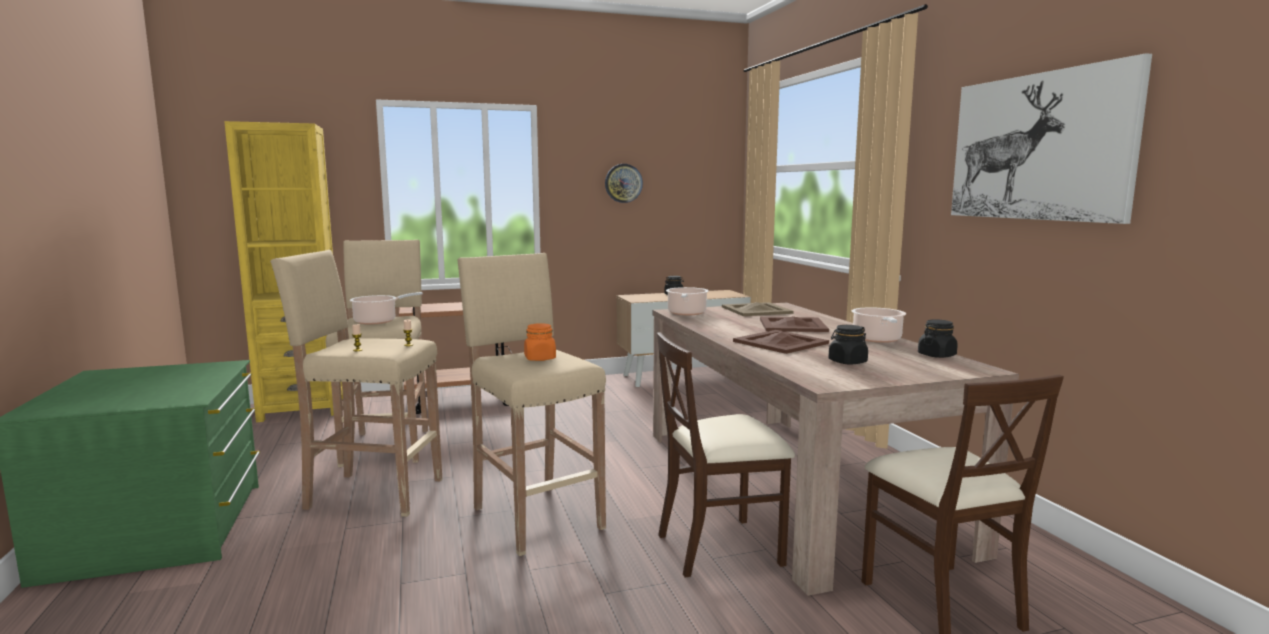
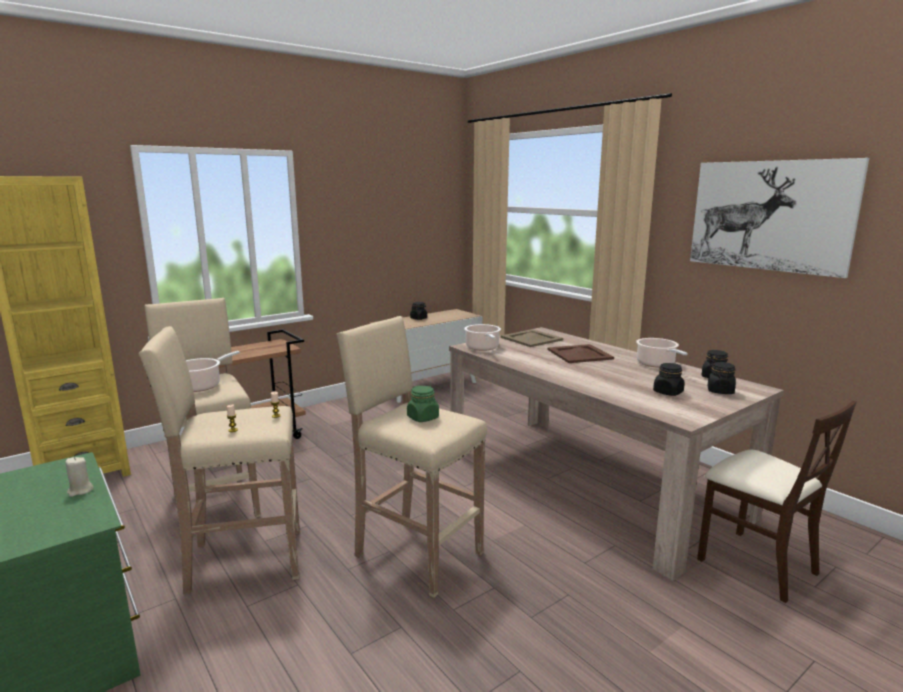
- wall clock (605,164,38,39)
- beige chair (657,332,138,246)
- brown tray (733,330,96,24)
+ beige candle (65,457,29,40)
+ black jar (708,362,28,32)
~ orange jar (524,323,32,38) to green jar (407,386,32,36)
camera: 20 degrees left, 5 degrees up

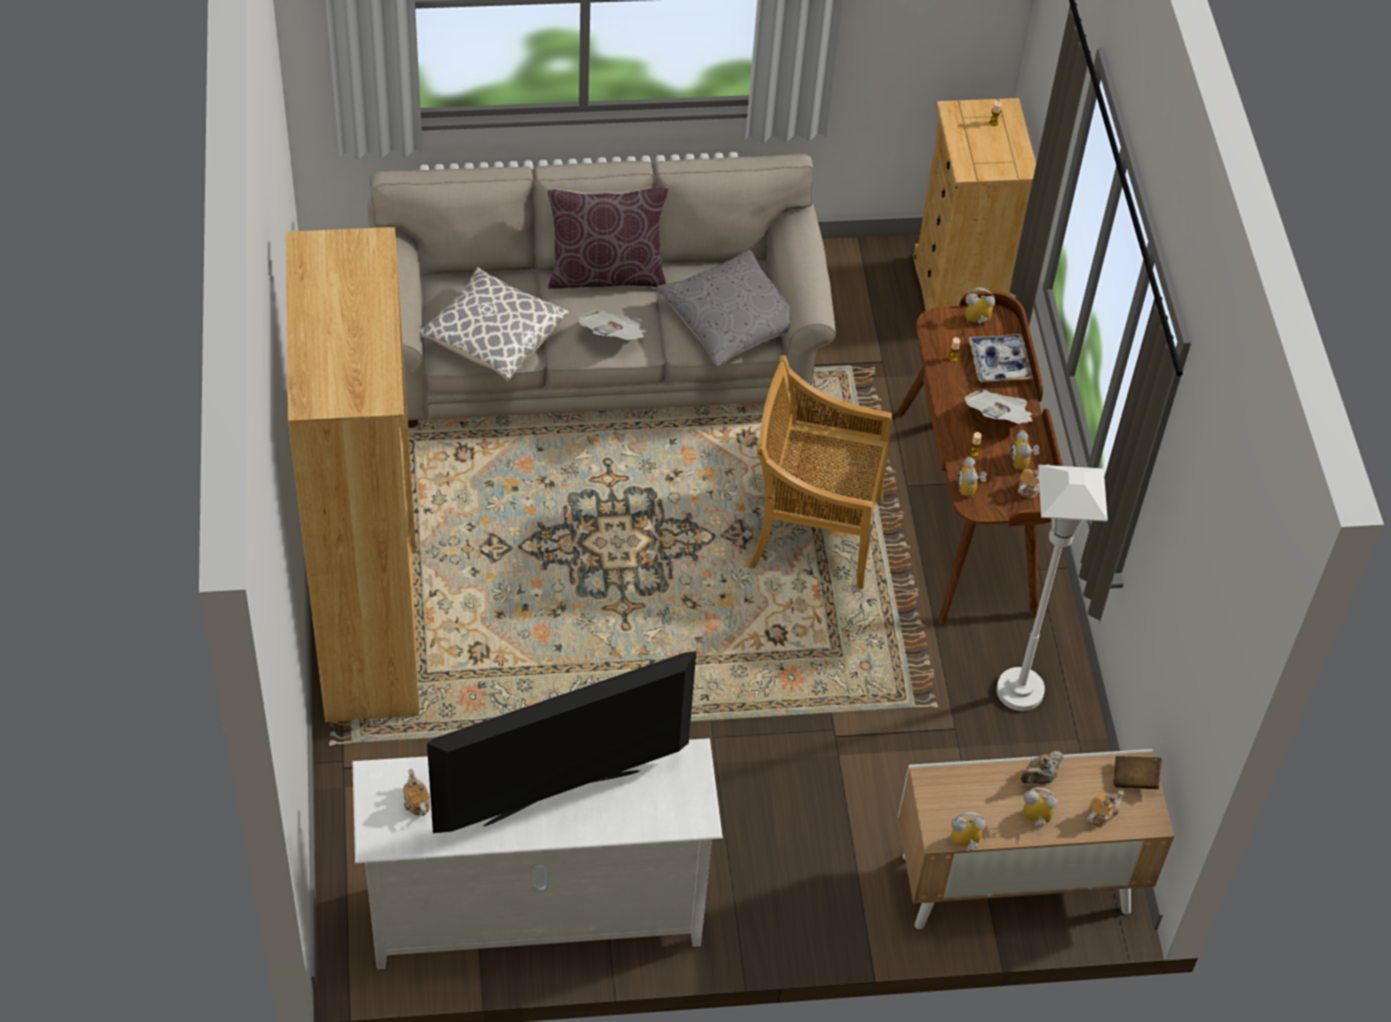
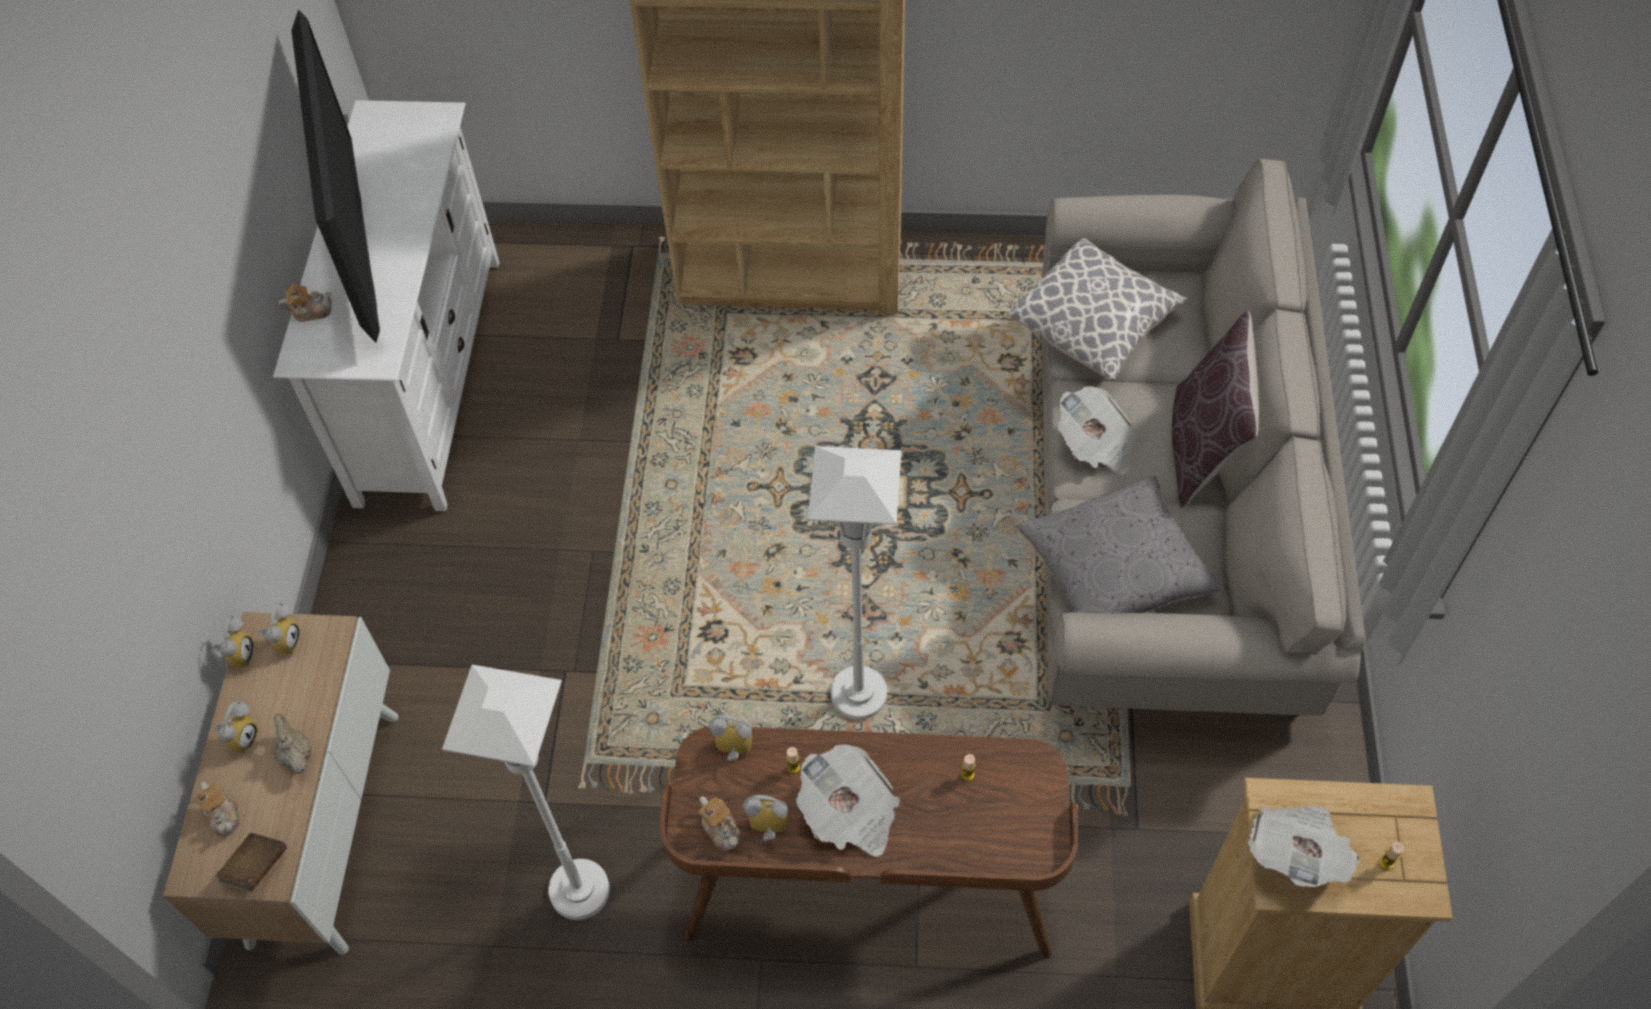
- tray (968,334,65,48)
+ newspaper (1248,806,112,81)
~ teapot (403,769,27,47) to (278,283,54,39)
~ alarm clock (965,288,30,36) to (258,602,42,53)
~ beige chair (748,355,144,234) to white floor lamp (808,446,93,274)
camera: 105 degrees right, 5 degrees up

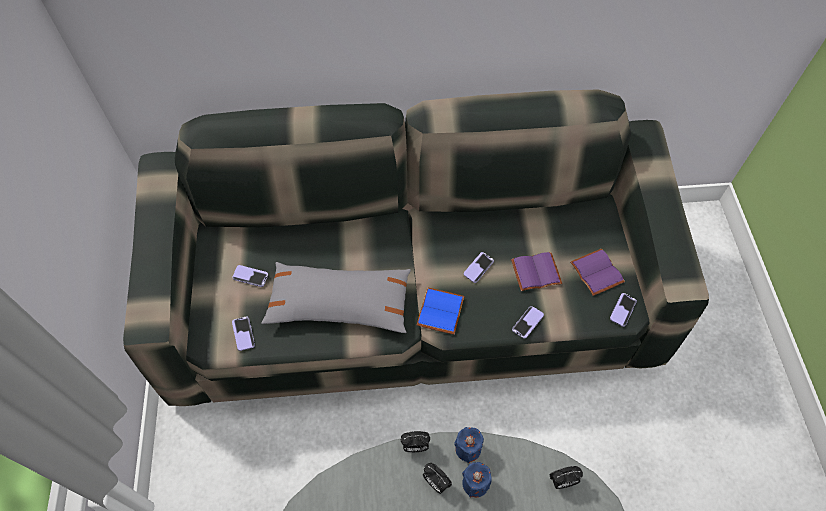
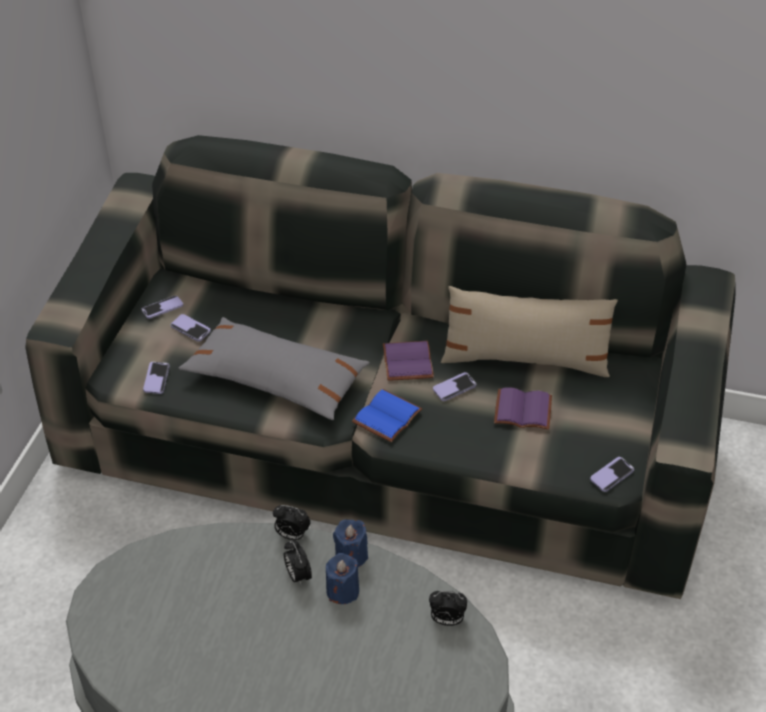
+ beige pillow (441,286,177,91)
~ phone (512,306,32,33) to (141,296,42,23)
~ purple book (570,249,55,47) to (383,341,51,40)
camera: 20 degrees right, 15 degrees down

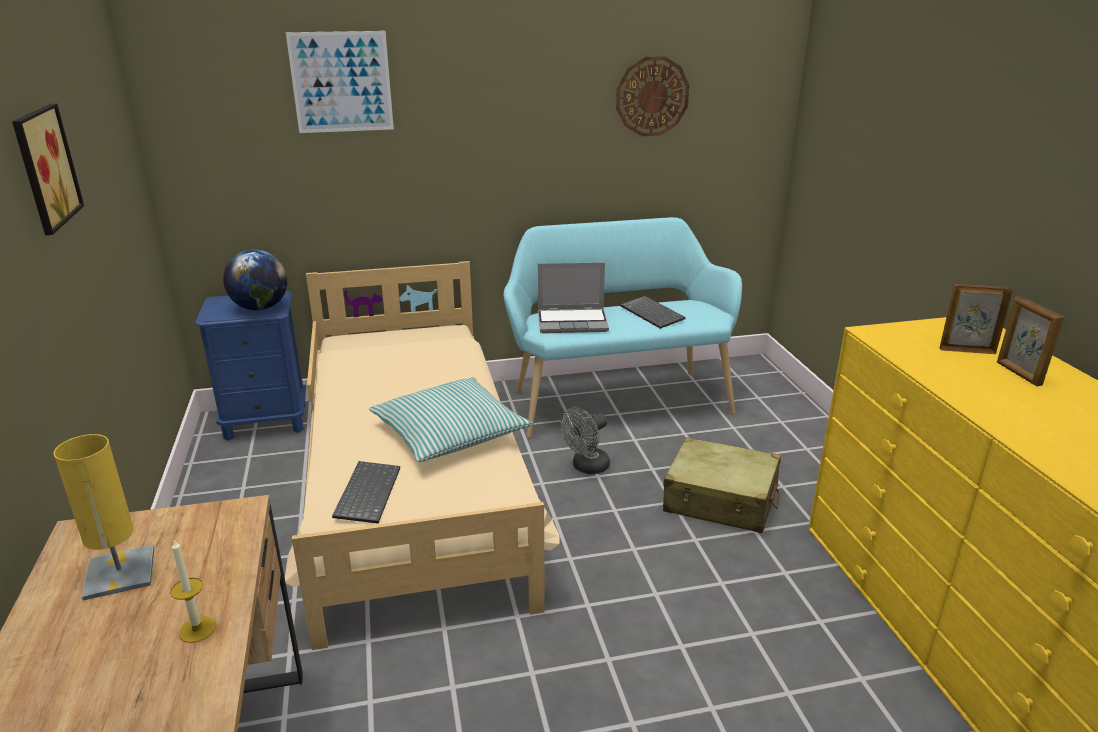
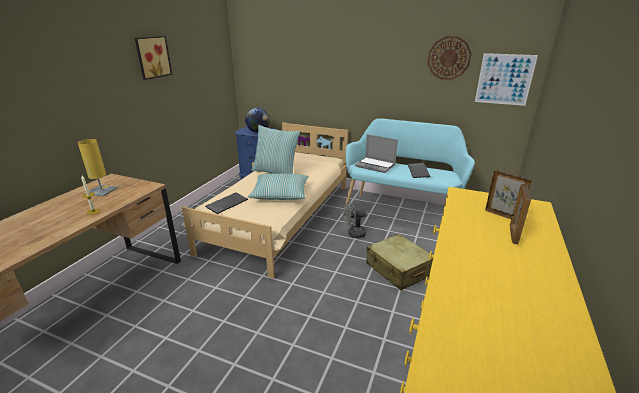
+ pillow (252,125,48,49)
~ picture (286,31,108,102) to (475,53,63,53)
camera: 35 degrees right, 0 degrees up

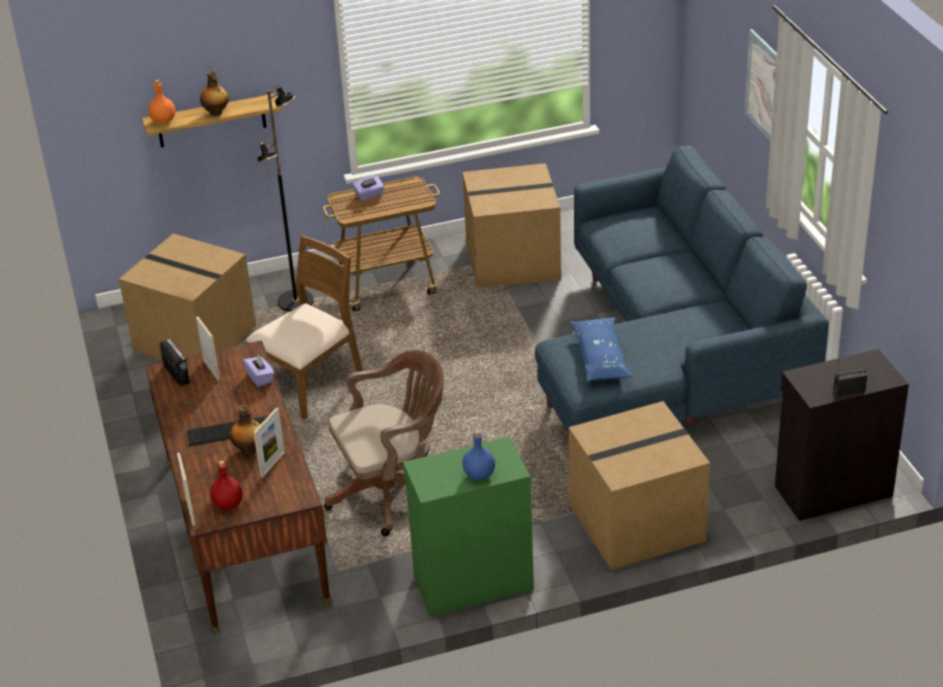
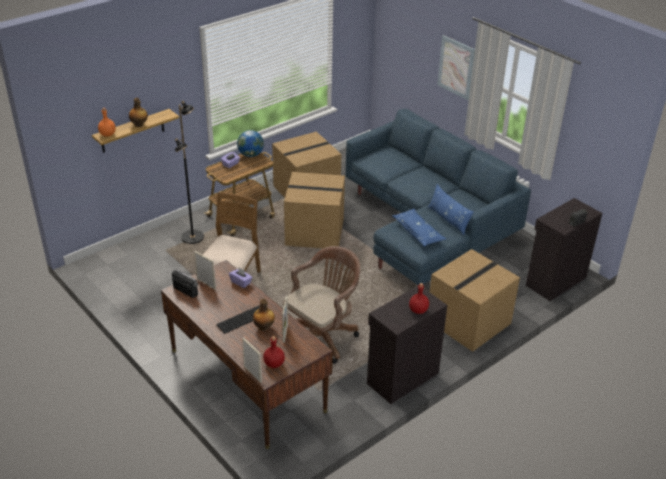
+ globe (237,130,27,27)
+ blue pillow (428,184,46,51)
~ cardboard box (119,234,137,127) to (284,172,61,76)
~ green cabinet (403,437,131,180) to black cabinet (367,286,80,118)
~ blue bottle (462,430,33,50) to red bottle (409,283,20,31)
camera: 25 degrees left, 0 degrees up

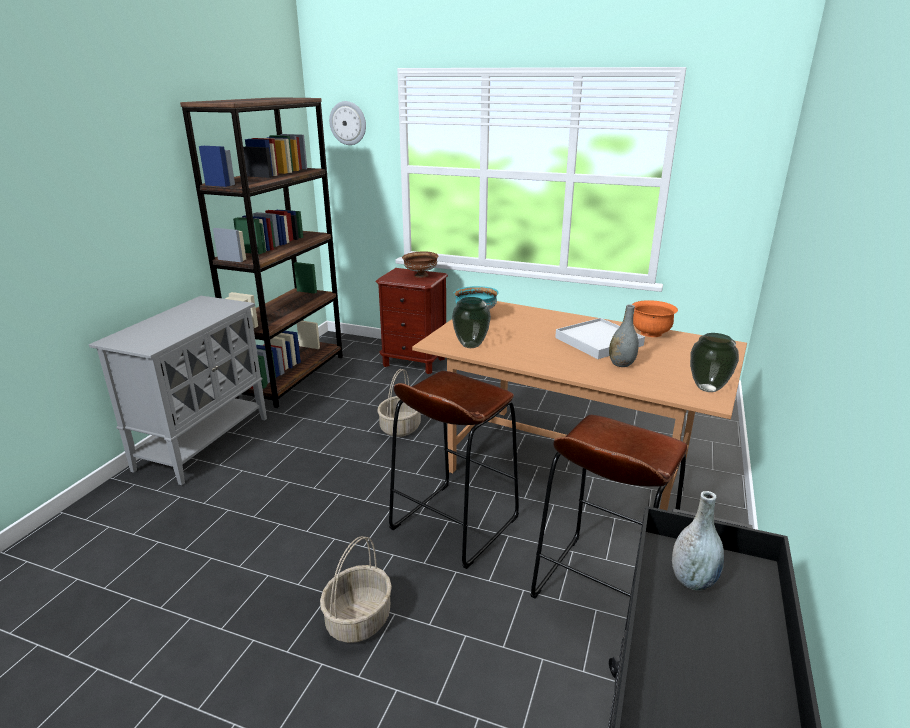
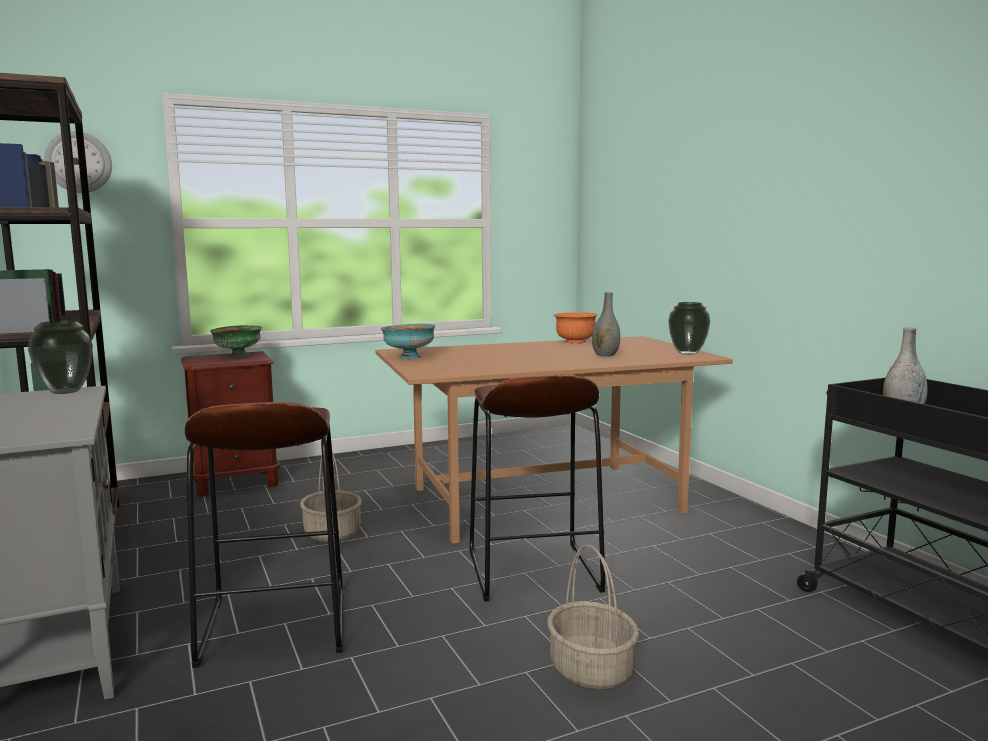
- white tray (555,318,90,41)
~ vase (452,297,39,51) to (28,320,65,74)
~ brown stool (530,415,158,184) to (185,402,158,266)
~ brown bowl (402,252,36,26) to green bowl (210,325,52,32)
camera: 45 degrees left, 15 degrees down

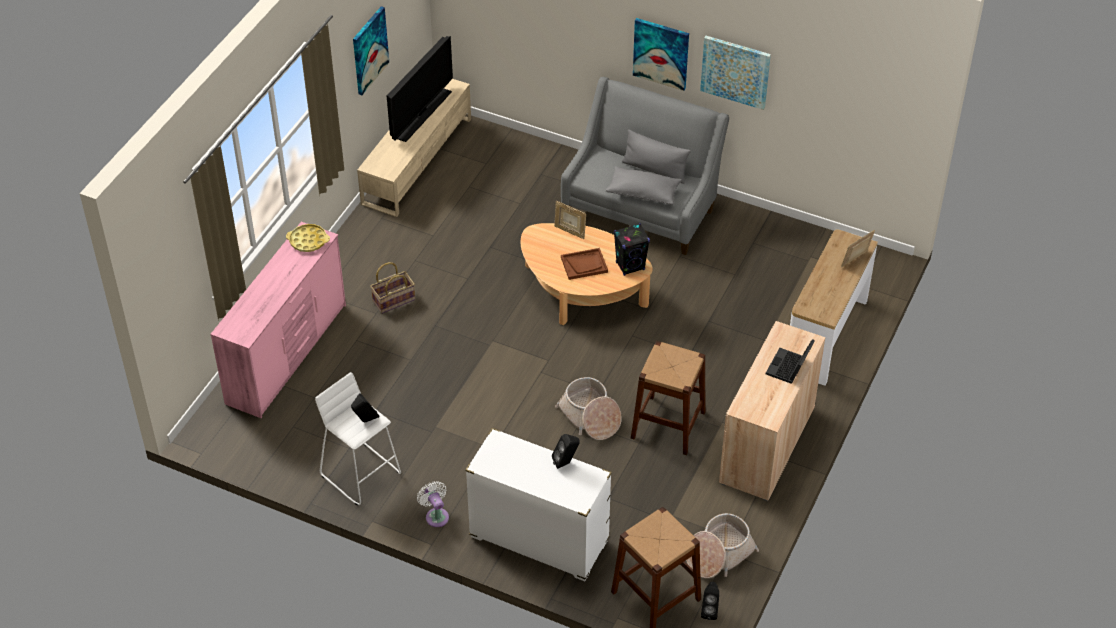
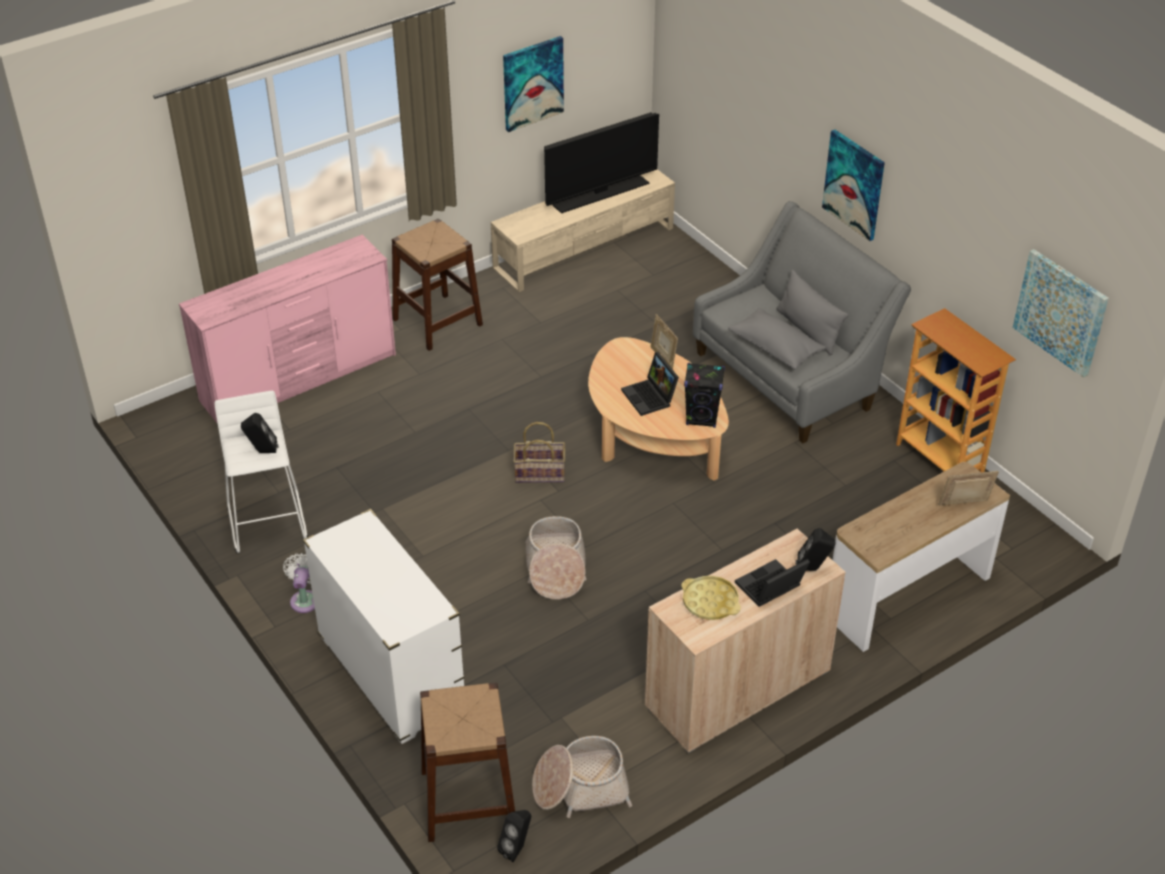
+ bookcase (896,308,120,165)
~ yellow tray (286,224,44,28) to (681,576,60,44)
~ basket (370,262,45,52) to (513,422,52,61)
~ black speaker (552,434,28,35) to (795,528,40,43)
~ brown stool (631,341,75,114) to (392,219,91,132)
~ picture (700,36,71,74) to (1013,249,96,129)
~ brown tray (561,248,47,32) to laptop (621,352,58,64)
camera: 30 degrees right, 5 degrees down

